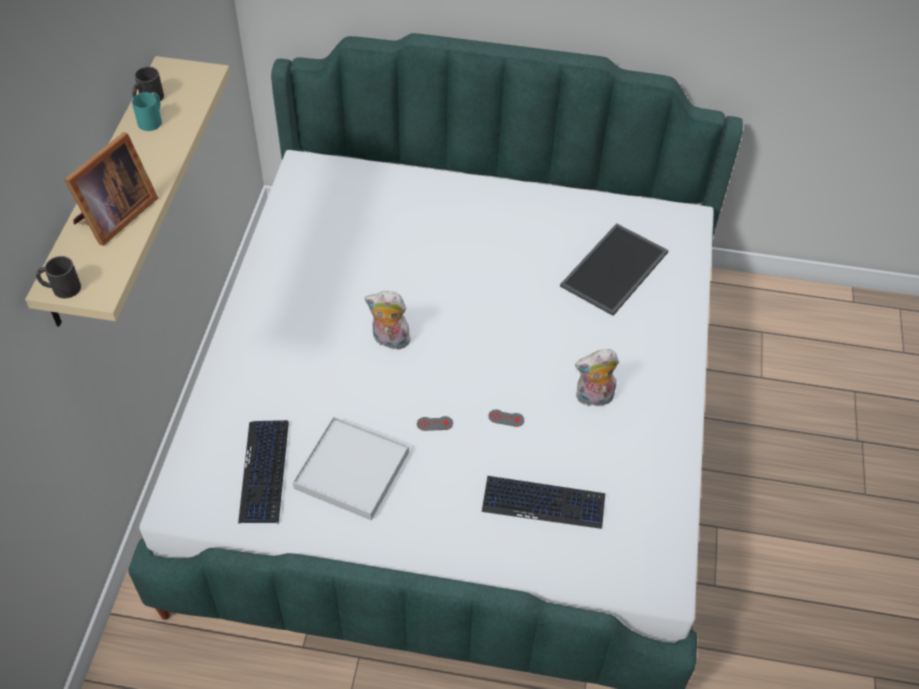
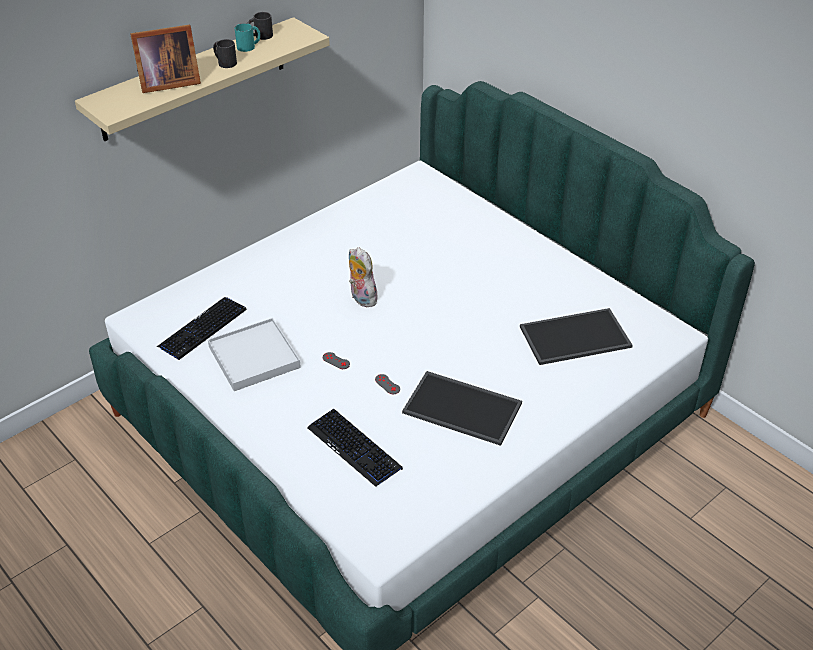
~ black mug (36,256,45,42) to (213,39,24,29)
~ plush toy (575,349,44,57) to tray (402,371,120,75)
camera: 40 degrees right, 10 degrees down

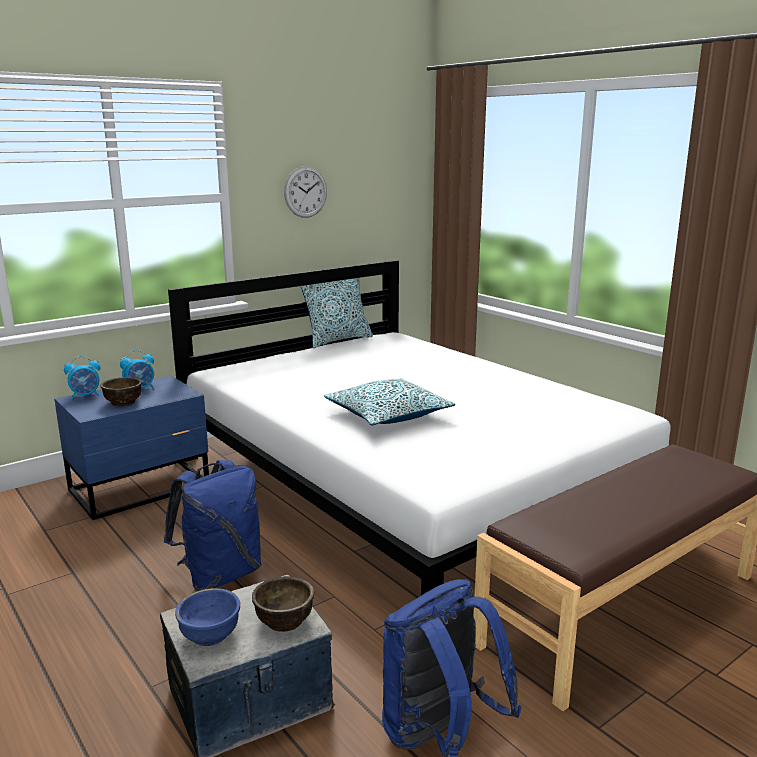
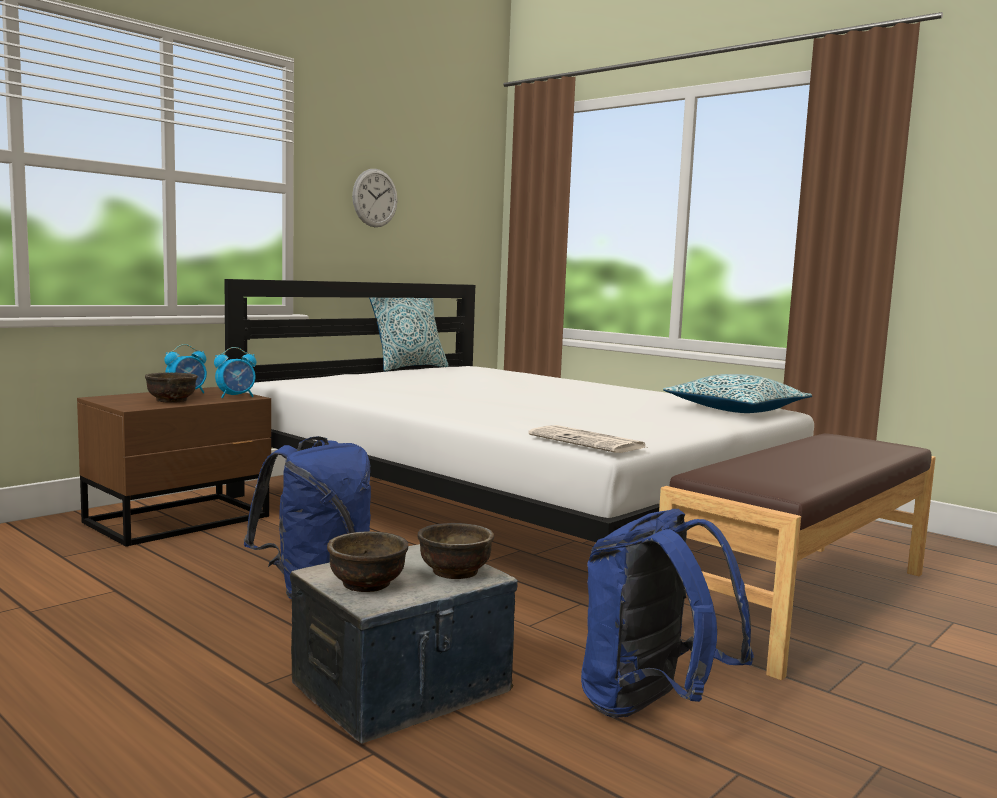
+ newspaper (528,425,118,28)
~ alarm clock (64,356,37,44) to (214,347,42,51)
~ pillow (324,378,131,48) to (663,374,149,39)
~ blue nightstand (54,375,155,145) to brown nightstand (77,387,194,160)
~ blue bowl (175,588,65,58) to brown bowl (327,531,81,61)
camera: 10 degrees left, 10 degrees down

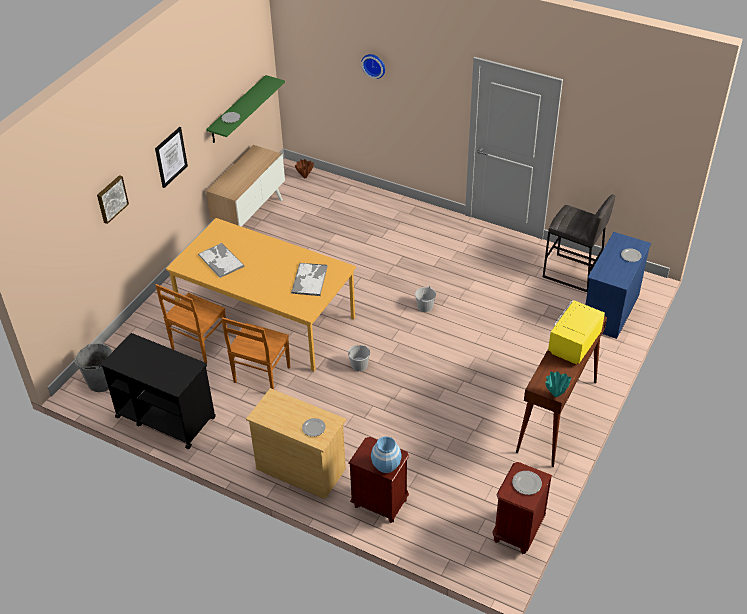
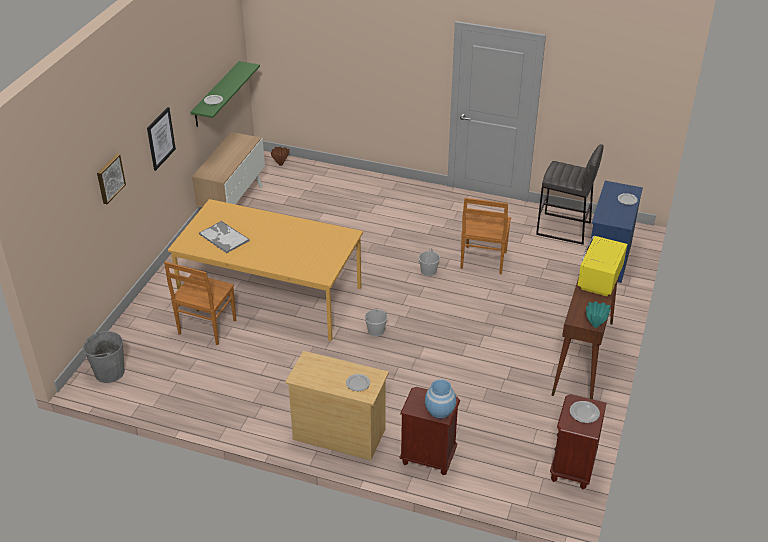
- black cart (101,333,115,116)
- tray (291,263,37,33)
- wall clock (361,54,24,25)
~ brown chair (222,317,68,72) to (460,198,51,76)
camera: 10 degrees left, 5 degrees down

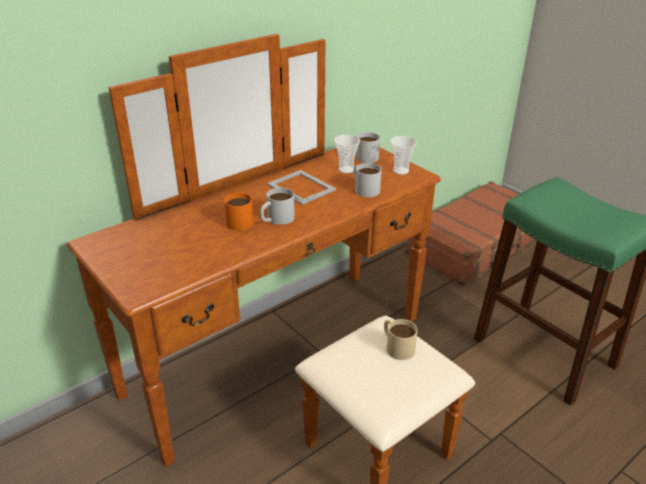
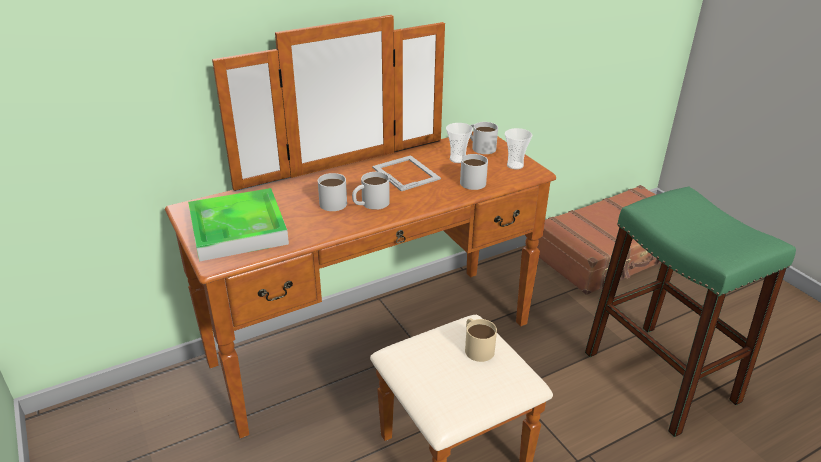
+ tray (188,188,101,74)
~ orange mug (224,193,30,38) to white mug (318,173,29,38)
camera: 10 degrees right, 0 degrees up

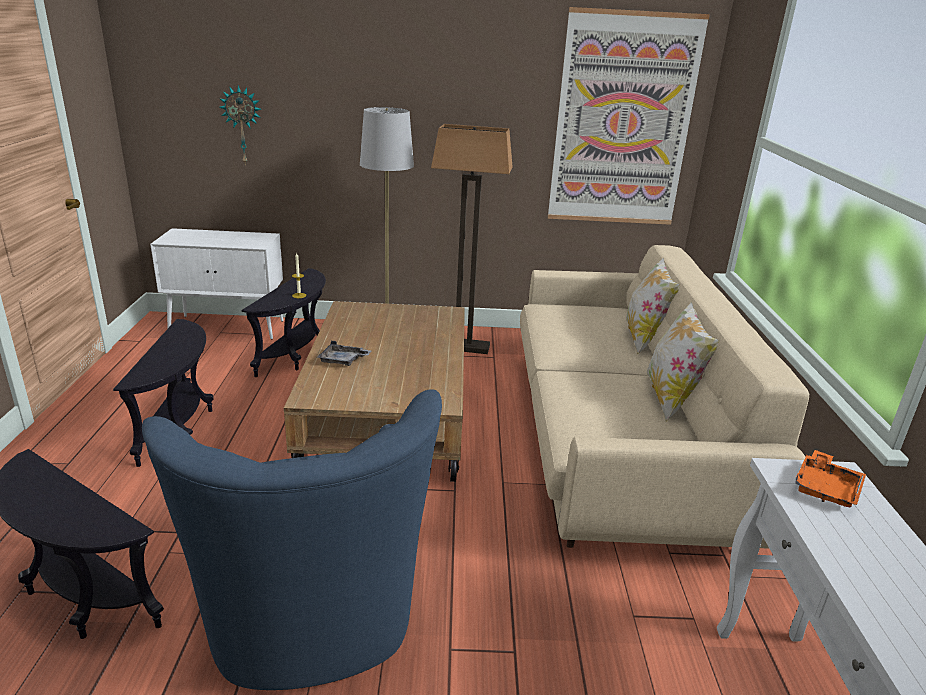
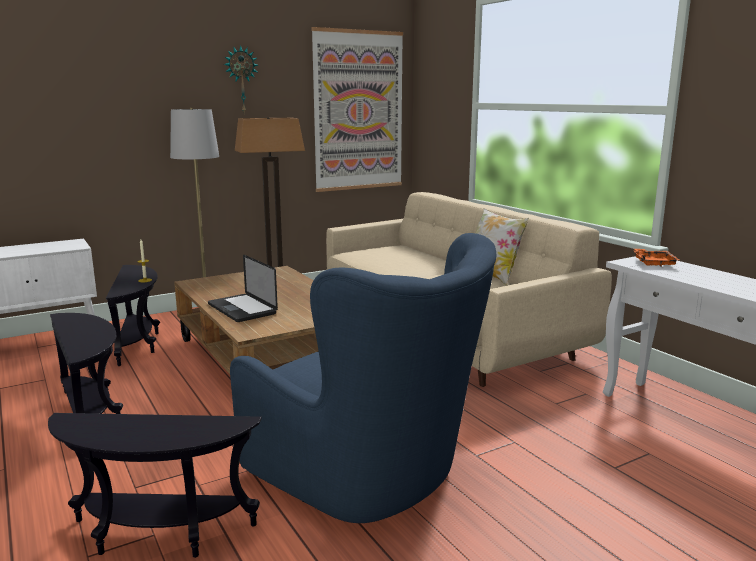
- pillow (626,257,54,98)
~ wall clock (219,85,42,80) to (224,45,34,68)
~ grey tray (317,341,54,25) to laptop (208,255,70,67)
camera: 30 degrees left, 10 degrees down

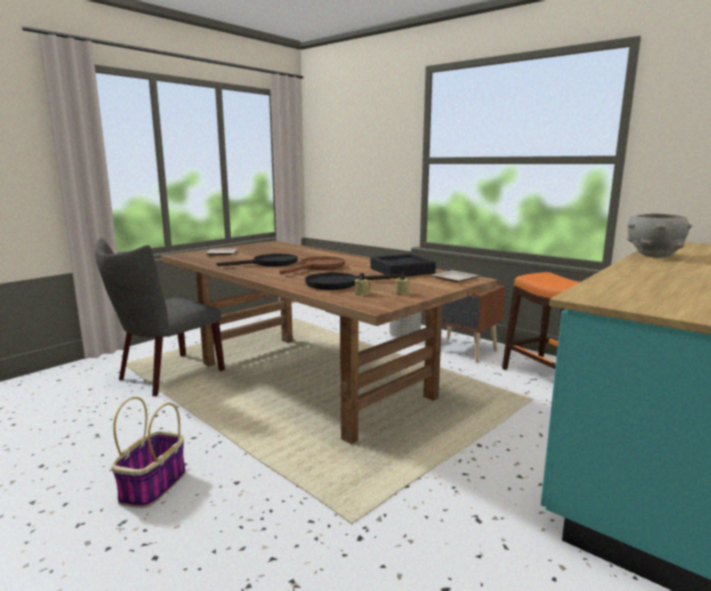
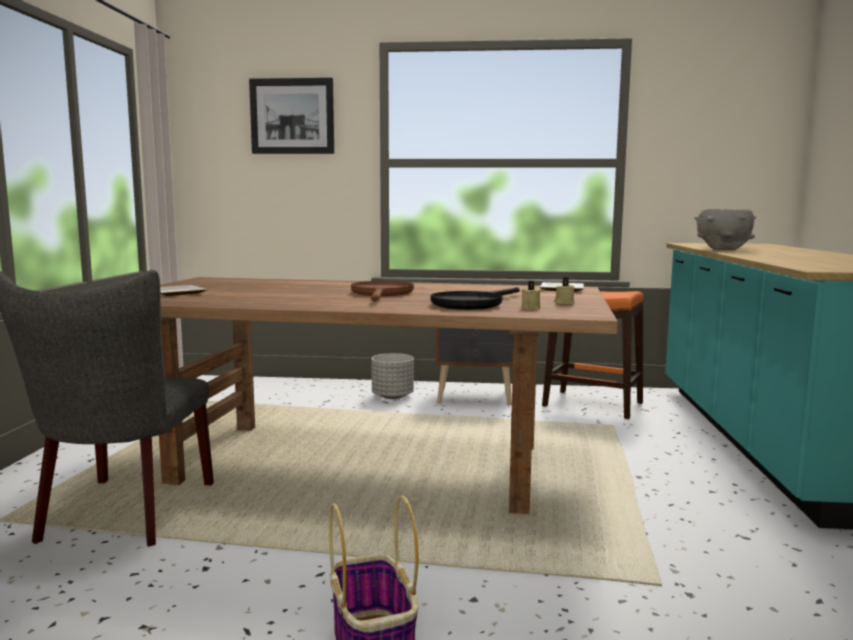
- black frying pan (217,254,81,13)
- black tray (370,254,66,23)
+ picture (249,78,85,76)
camera: 35 degrees left, 5 degrees down

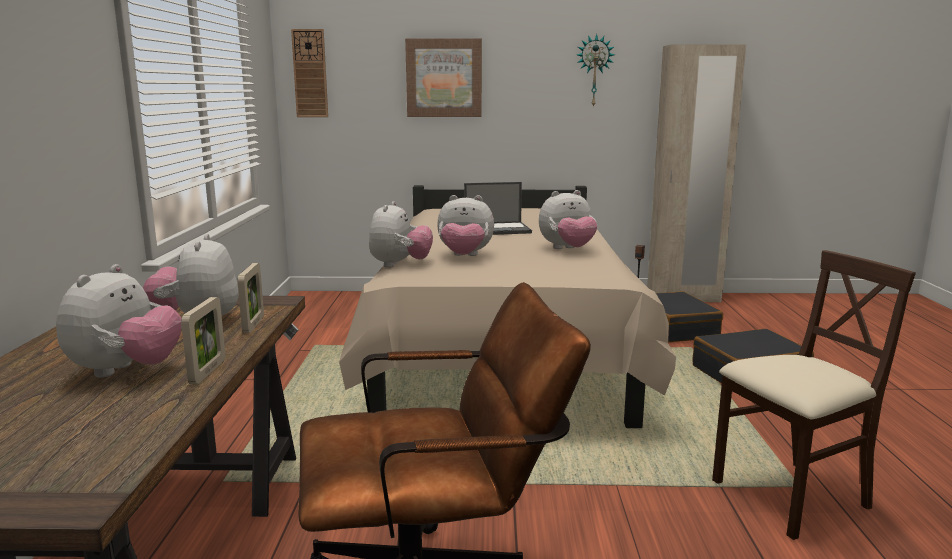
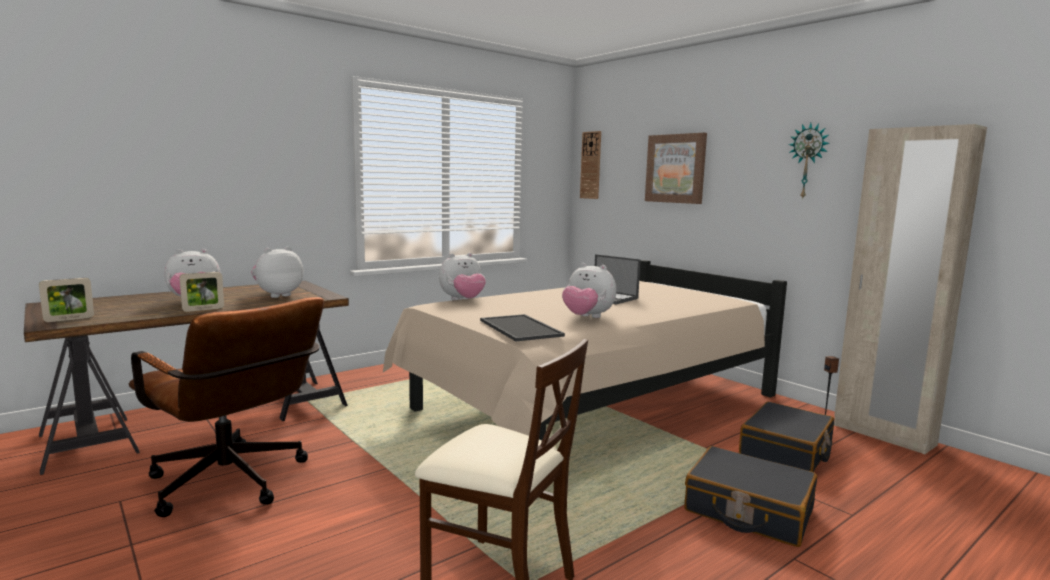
- plush toy (437,195,57,61)
+ tray (480,314,85,27)
~ picture frame (238,263,26,70) to (39,278,55,44)
camera: 50 degrees right, 5 degrees down

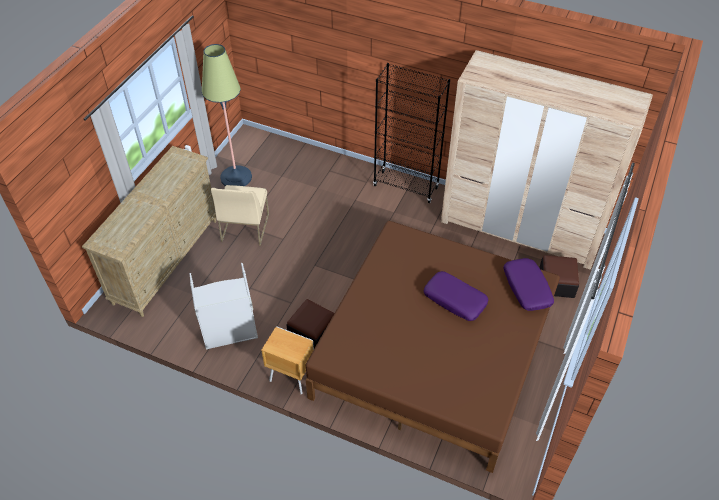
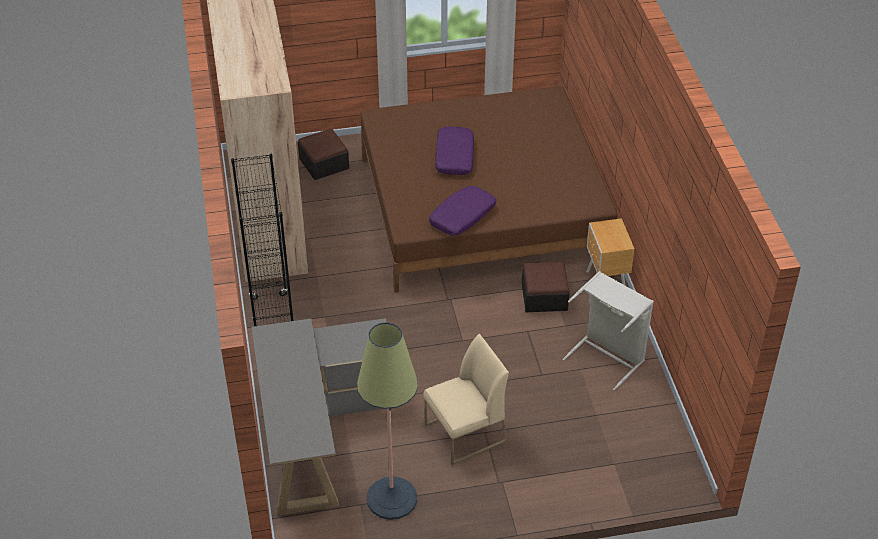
- beige dresser (82,146,134,171)
+ grey desk (251,318,136,198)
~ purple pillow (503,258,51,53) to (429,186,67,49)
camera: 125 degrees left, 5 degrees down

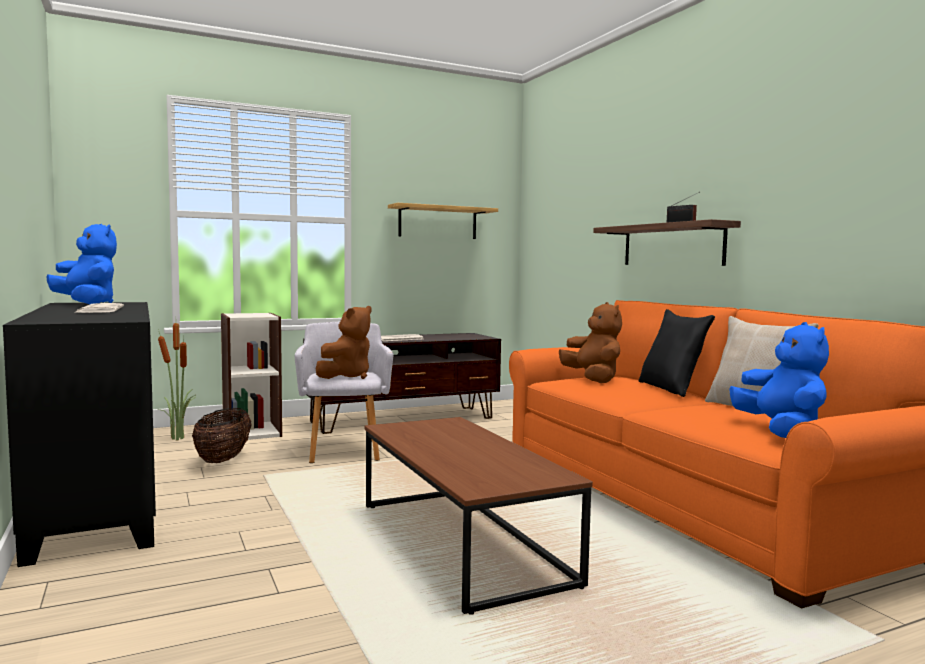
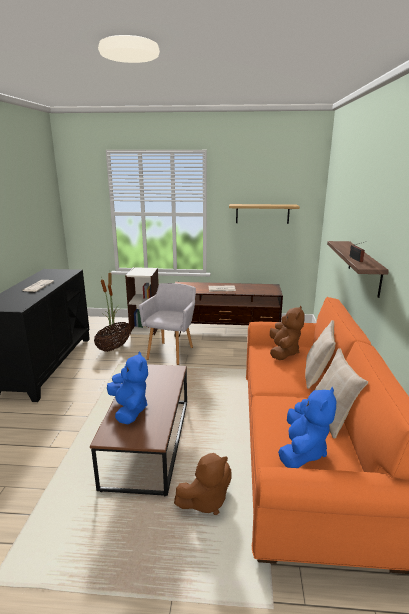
~ blue plush toy (47,224,70,80) to (107,351,41,73)
~ brown plush toy (316,306,56,73) to (174,453,57,62)
~ black pillow (639,309,76,88) to beige pillow (305,320,31,69)
camera: 30 degrees right, 15 degrees up

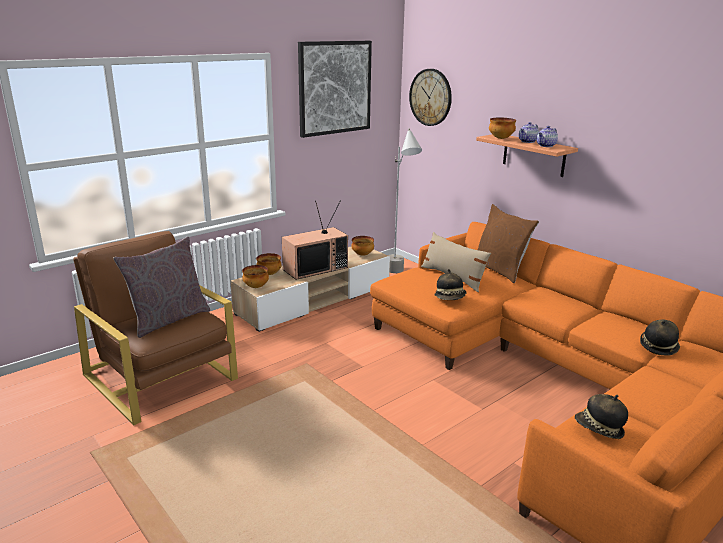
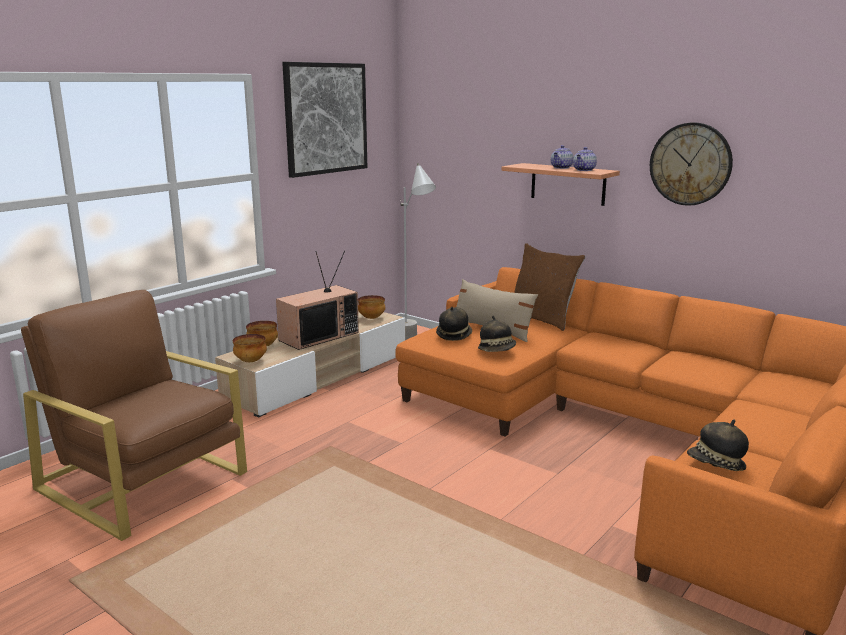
- grey pillow (113,237,97,101)
- bowl (489,118,27,21)
~ wall clock (409,69,43,57) to (650,122,83,84)
~ hat (640,320,40,36) to (436,307,36,34)
camera: 10 degrees left, 5 degrees down

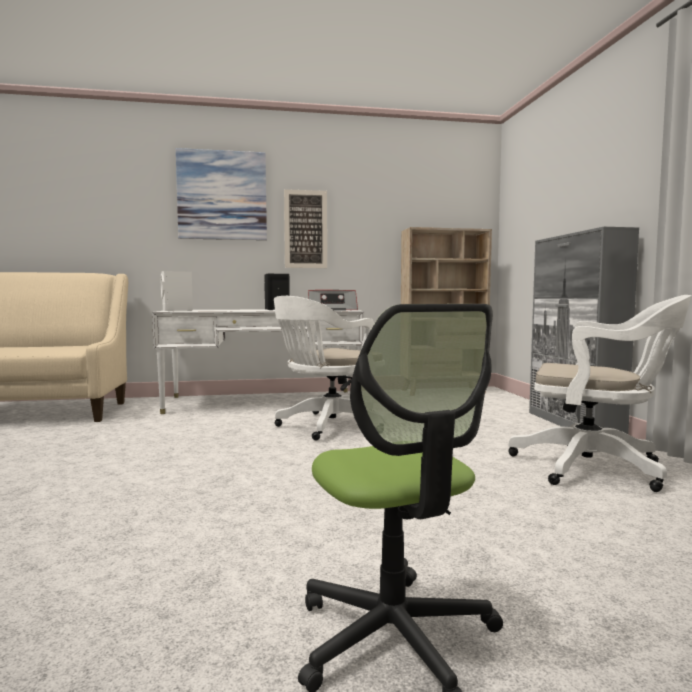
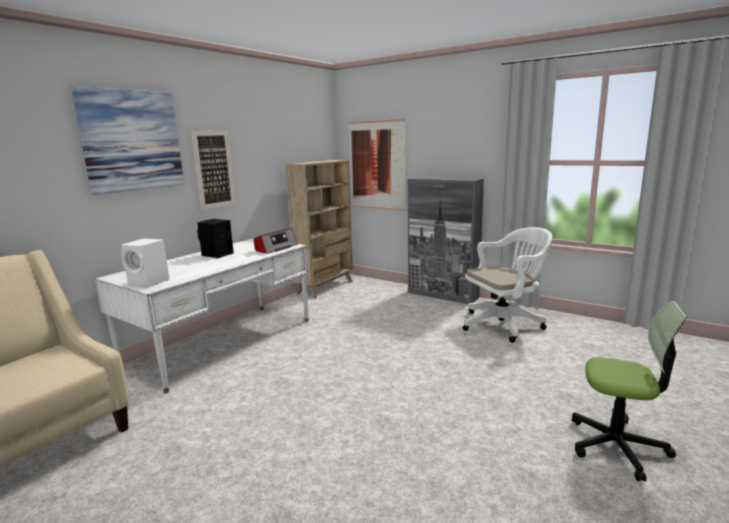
- white office chair (274,296,100,144)
+ picture (349,119,57,92)
camera: 45 degrees left, 10 degrees up

